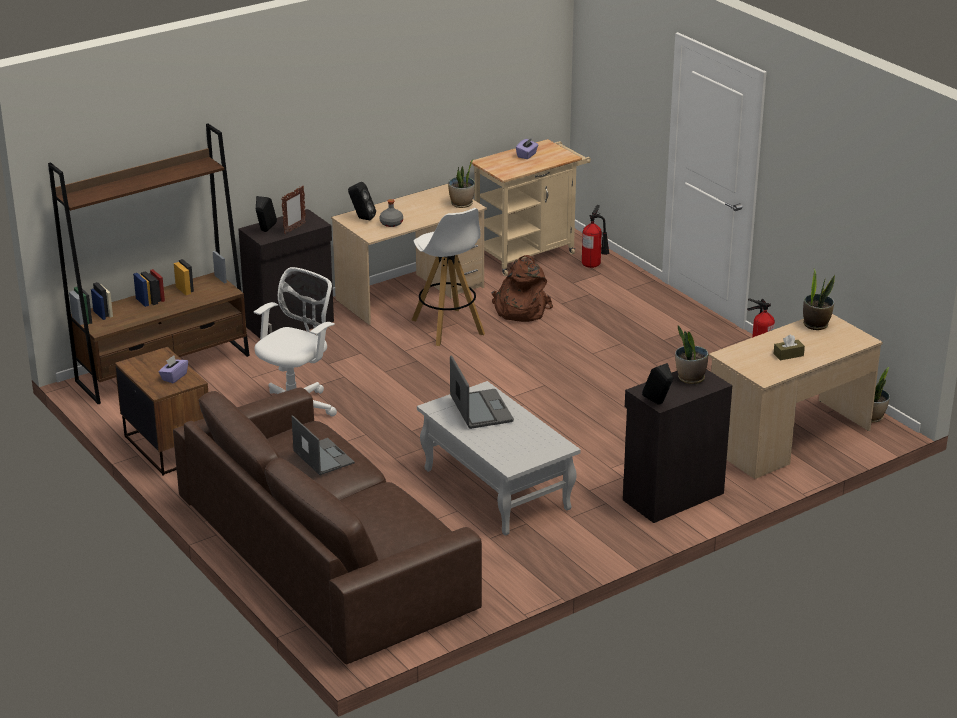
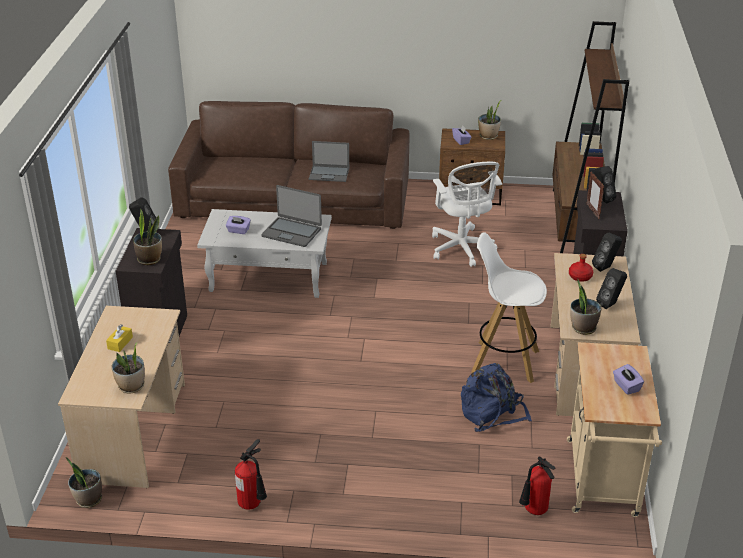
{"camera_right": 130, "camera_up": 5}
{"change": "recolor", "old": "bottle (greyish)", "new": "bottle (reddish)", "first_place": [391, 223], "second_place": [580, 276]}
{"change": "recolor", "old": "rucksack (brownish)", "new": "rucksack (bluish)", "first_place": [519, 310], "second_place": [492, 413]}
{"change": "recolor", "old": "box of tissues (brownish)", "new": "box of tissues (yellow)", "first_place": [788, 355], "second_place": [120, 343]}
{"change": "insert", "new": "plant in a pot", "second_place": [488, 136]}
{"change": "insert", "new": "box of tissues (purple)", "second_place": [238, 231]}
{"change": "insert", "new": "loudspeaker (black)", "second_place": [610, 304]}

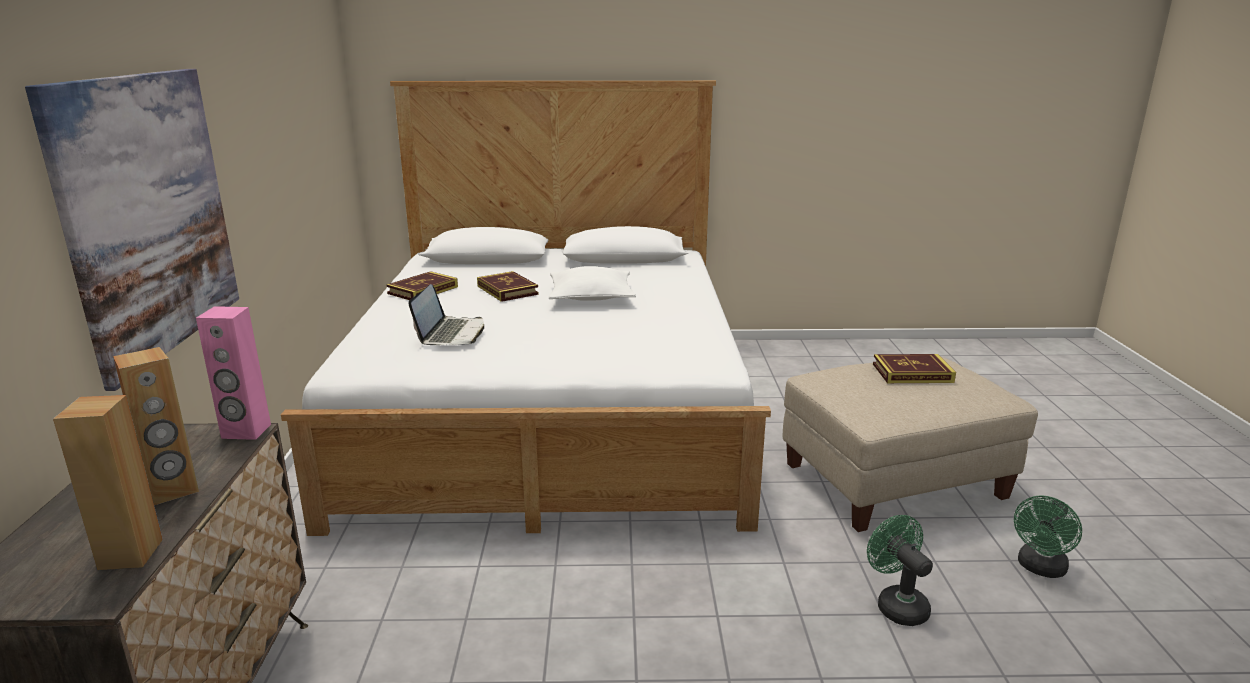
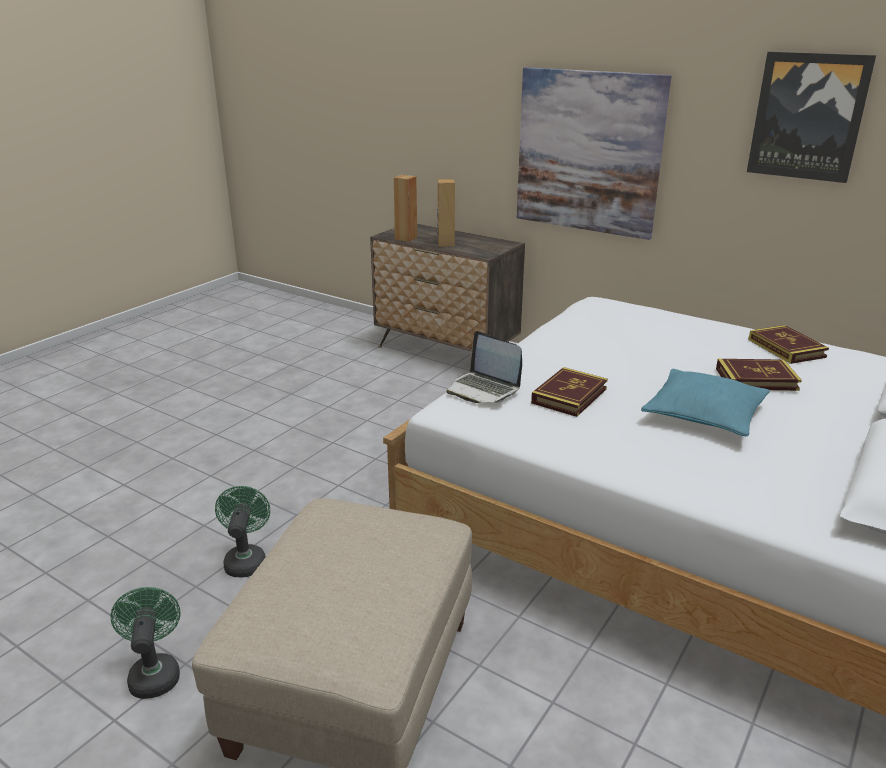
{"camera_right": 125, "camera_up": 5}
{"change": "recolor", "old": "cushion (white)", "new": "cushion (blue-green)", "first_place": [591, 296], "second_place": [704, 414]}
{"change": "move", "old": "portable computer", "first_place": [451, 333], "second_place": [483, 389]}
{"change": "delete", "old": "loudspeaker (pinkish)", "first_place": [246, 431]}
{"change": "move", "old": "bound book", "first_place": [912, 373], "second_place": [569, 396]}
{"change": "rotate", "old": "fan (green-coloured)", "first_place": [896, 604], "second_place": [246, 560], "degrees": -105}
{"change": "insert", "new": "wall art", "second_place": [808, 117]}

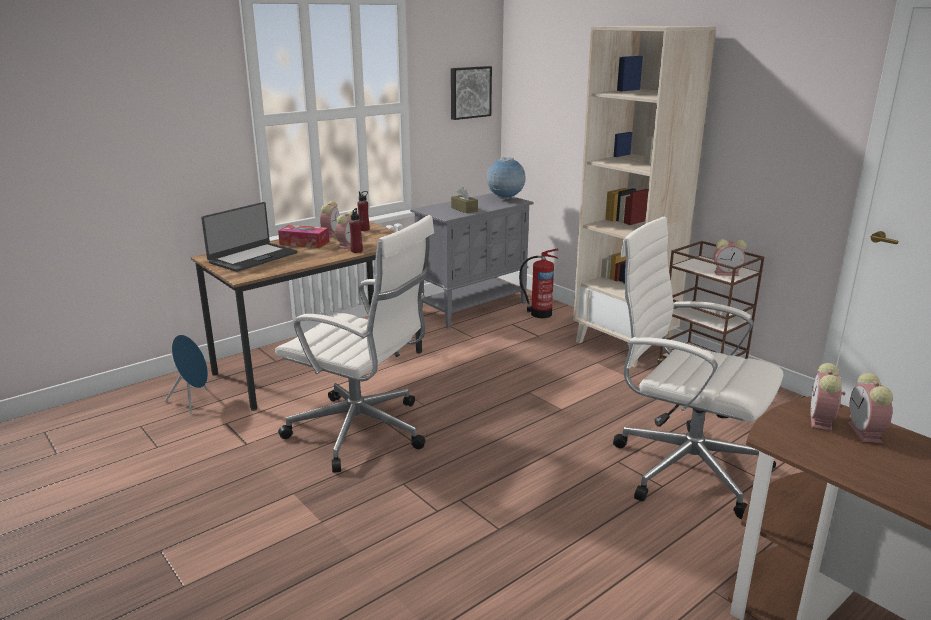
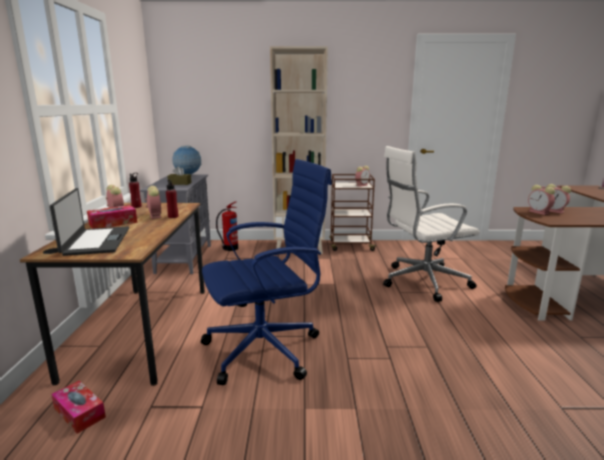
{"camera_right": -50, "camera_up": -5}
{"change": "delete", "old": "wall art", "first_place": [469, 92]}
{"change": "recolor", "old": "office chair (white)", "new": "office chair (bluish)", "first_place": [362, 432], "second_place": [266, 349]}
{"change": "replace", "old": "loudspeaker (bluish)", "new": "box of tissues", "first_place": [193, 401], "second_place": [79, 413]}

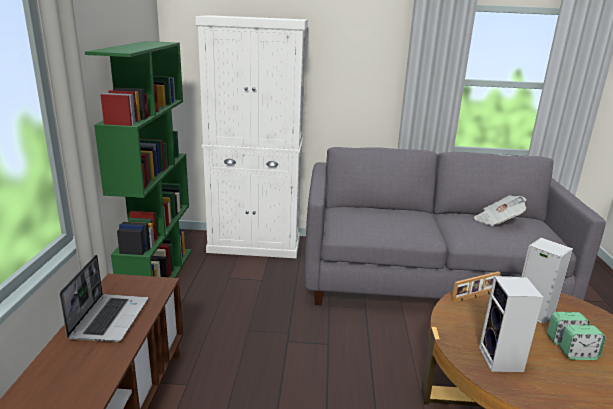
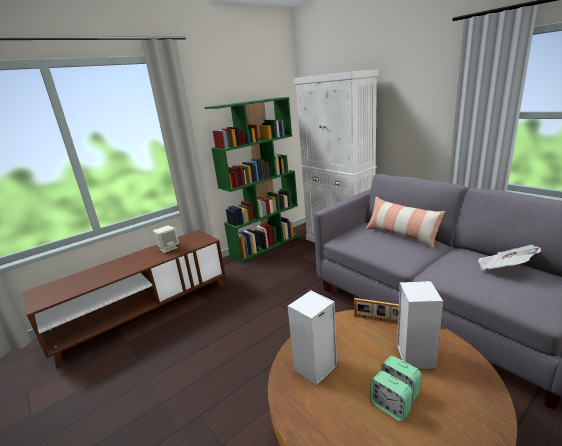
{"camera_right": 50, "camera_up": 0}
{"change": "replace", "old": "portable computer", "new": "loudspeaker (beige)", "first_place": [109, 318], "second_place": [168, 248]}
{"change": "insert", "new": "cushion", "second_place": [401, 235]}

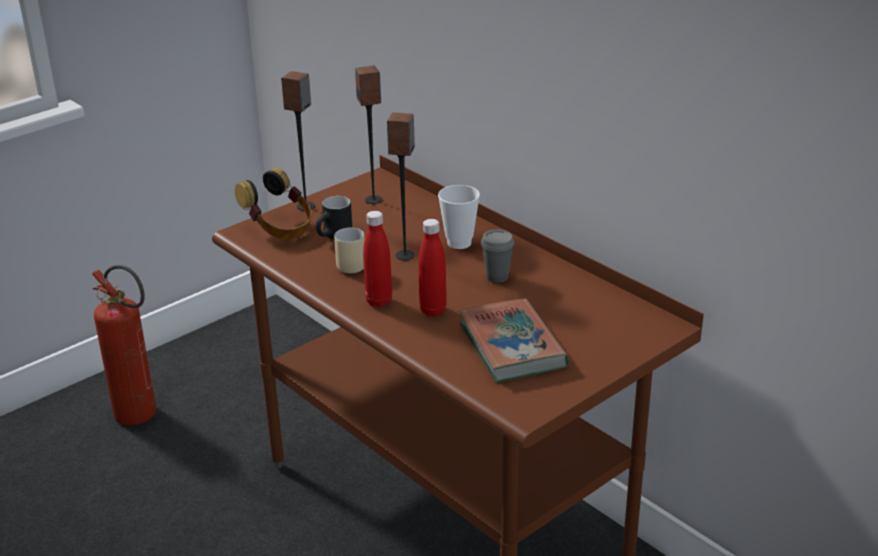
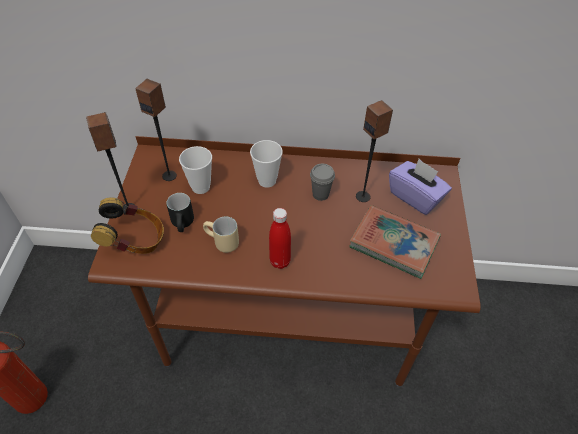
{"camera_right": -45, "camera_up": 20}
{"change": "move", "old": "loudspeaker", "first_place": [405, 255], "second_place": [363, 196]}
{"change": "delete", "old": "bottle (reddish)", "first_place": [433, 310]}
{"change": "insert", "new": "small cup", "second_place": [200, 187]}
{"change": "insert", "new": "box of tissues (purple)", "second_place": [415, 197]}

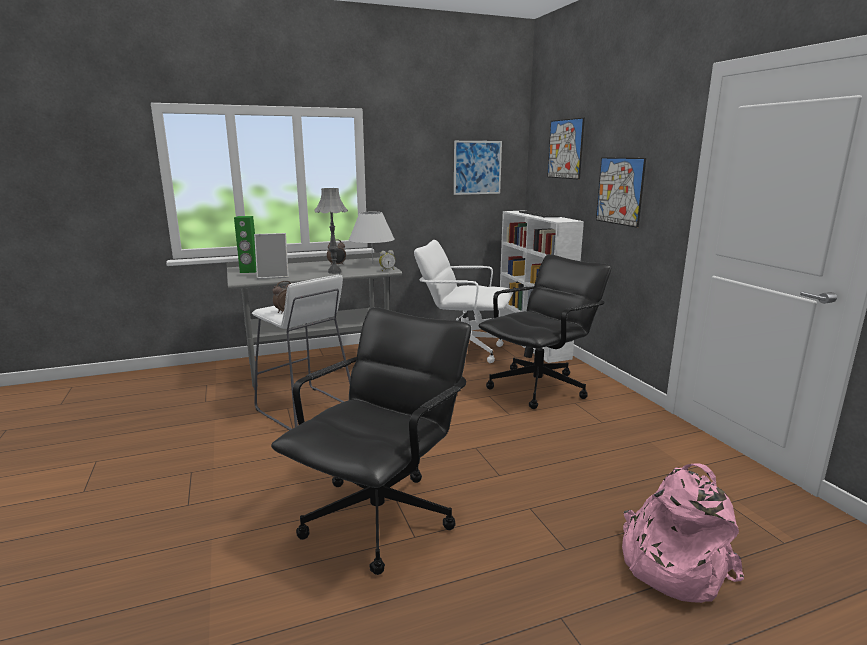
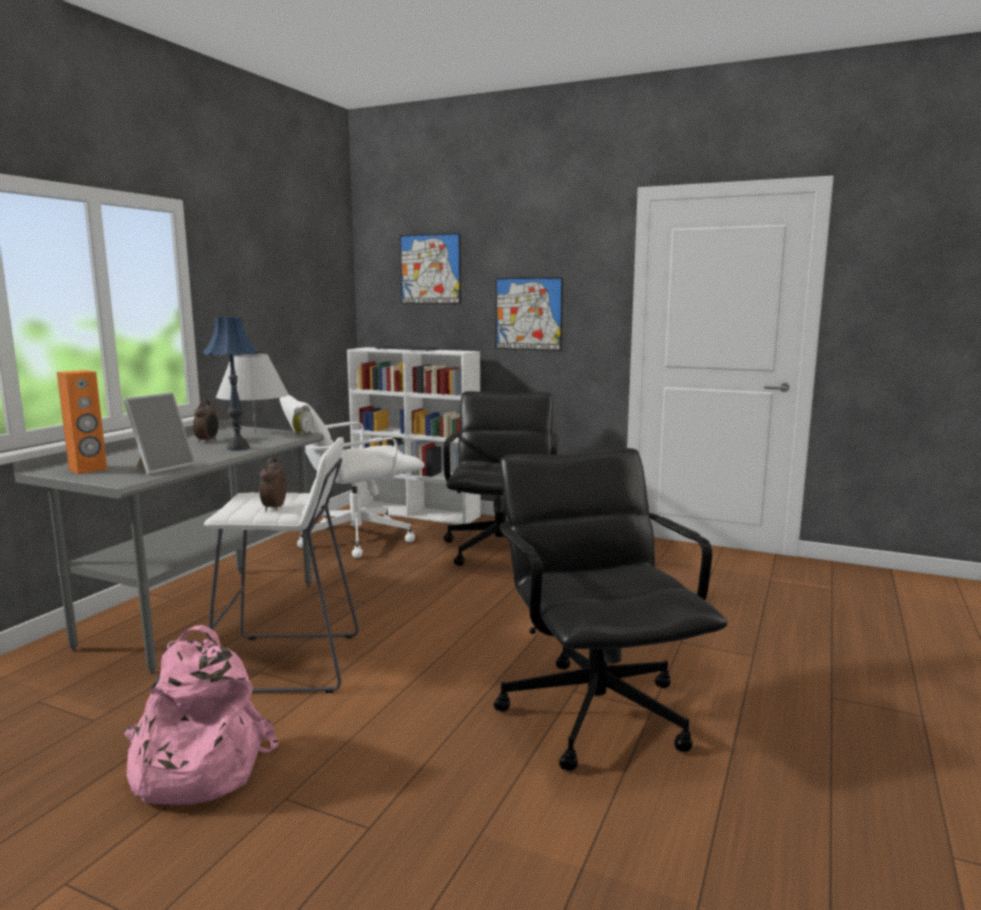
{"camera_right": -45, "camera_up": -5}
{"change": "delete", "old": "wall art", "first_place": [477, 167]}
{"change": "recolor", "old": "table lamp (greyish)", "new": "table lamp (bluish)", "first_place": [334, 272], "second_place": [238, 448]}
{"change": "recolor", "old": "loudspeaker (green-coloured)", "new": "loudspeaker (orange-coloured)", "first_place": [249, 271], "second_place": [88, 469]}
{"change": "move", "old": "rucksack (pinkish)", "first_place": [671, 563], "second_place": [195, 767]}

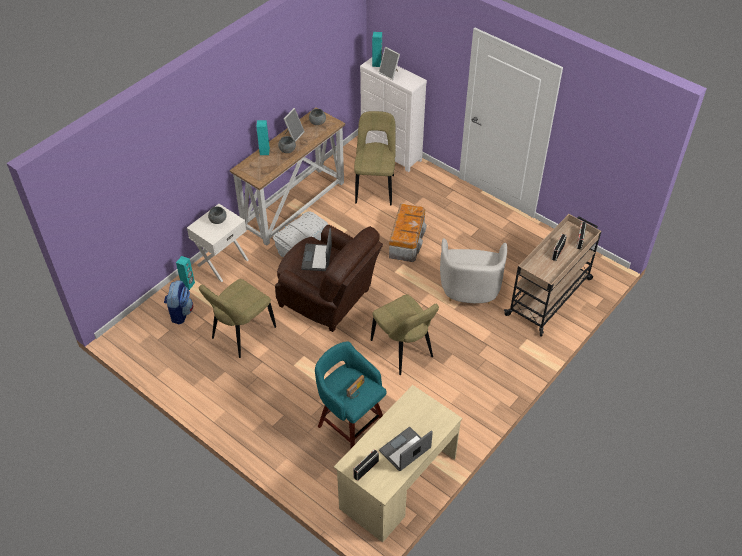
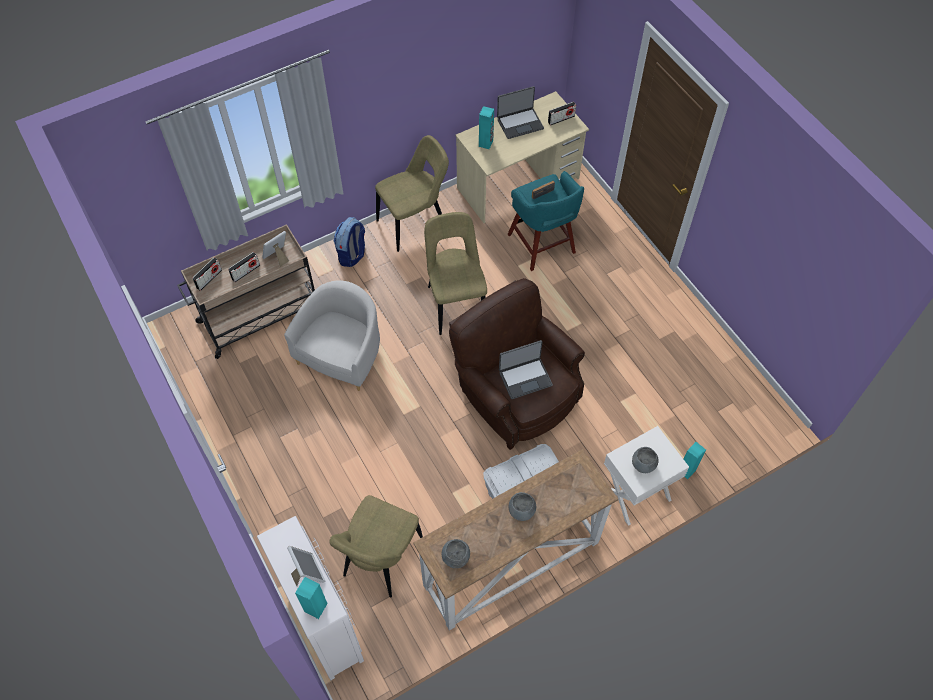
{"camera_right": -160, "camera_up": 10}
{"change": "move", "old": "photo frame", "first_place": [293, 135], "second_place": [278, 257]}
{"change": "move", "old": "loudspeaker (blue-green)", "first_place": [264, 151], "second_place": [486, 143]}
{"change": "delete", "old": "storage box", "first_place": [407, 241]}
{"change": "rotate", "old": "portable computer", "first_place": [317, 258], "second_place": [525, 378], "degrees": 45}
{"change": "move", "old": "plain chair (beige)", "first_place": [241, 334], "second_place": [415, 224]}
{"change": "move", "old": "rucksack", "first_place": [180, 312], "second_place": [352, 255]}

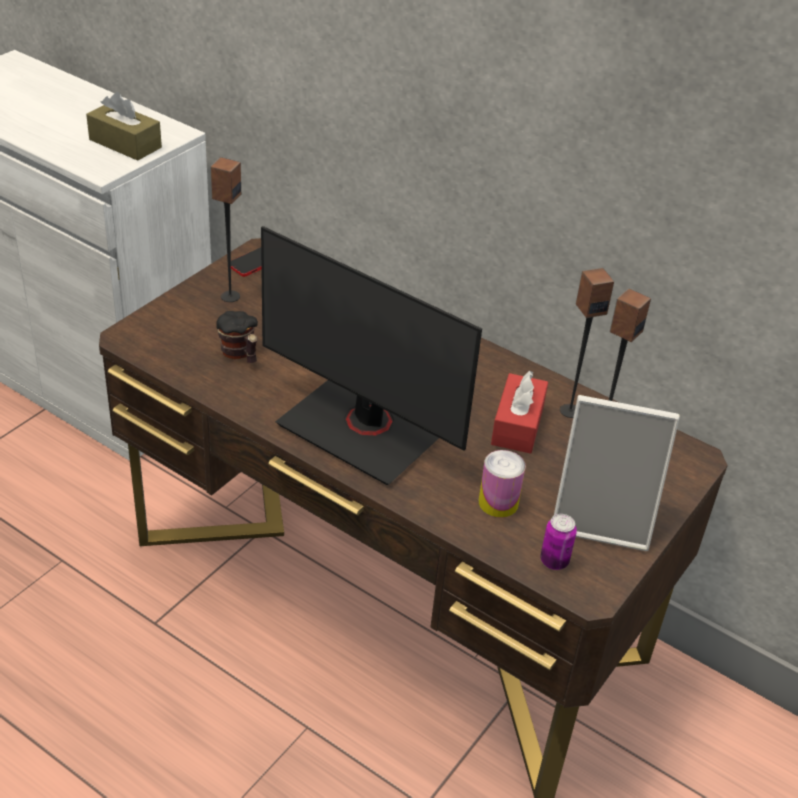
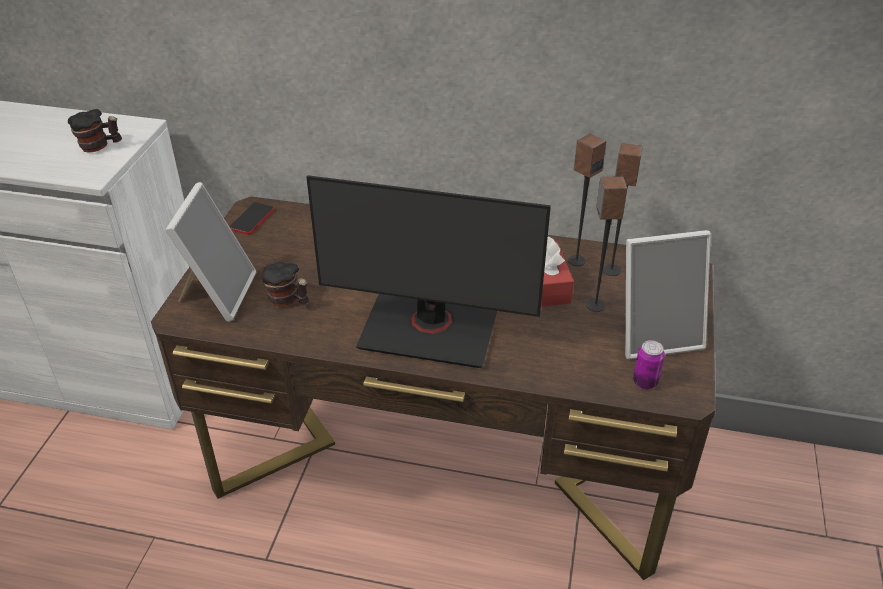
{"camera_right": -20, "camera_up": 0}
{"change": "replace", "old": "box of tissues (brownish)", "new": "mug", "first_place": [125, 143], "second_place": [99, 147]}
{"change": "move", "old": "loudspeaker", "first_place": [229, 296], "second_place": [595, 305]}
{"change": "delete", "old": "sealed can", "first_place": [498, 503]}
{"change": "insert", "new": "photo frame", "second_place": [218, 294]}

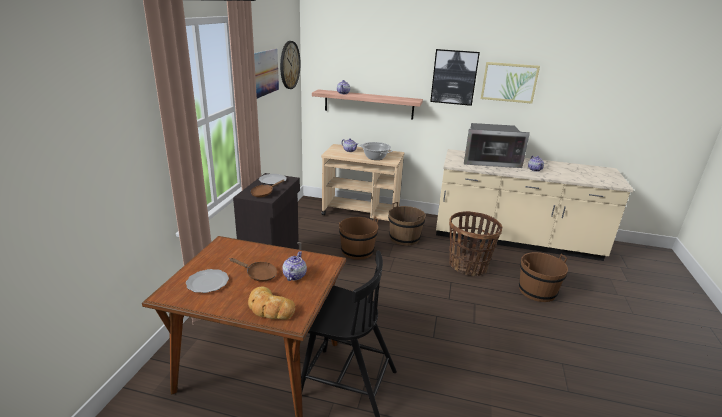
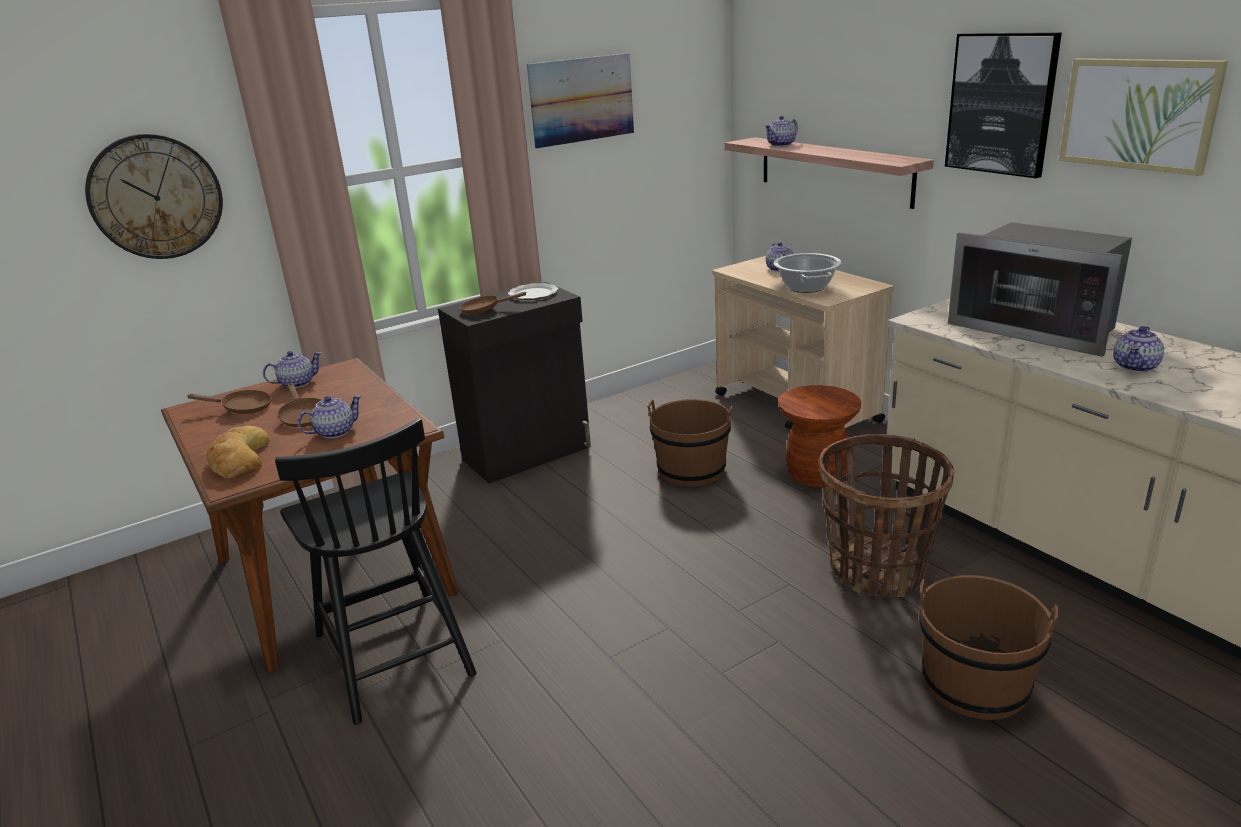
{"camera_right": 45, "camera_up": 0}
{"change": "move", "old": "clock on the wall", "first_place": [289, 65], "second_place": [156, 197]}
{"change": "replace", "old": "bucket (brownish)", "new": "stool seat (brownish)", "first_place": [404, 238], "second_place": [816, 475]}
{"change": "replace", "old": "dinner plate", "new": "skillet (brownish)", "first_place": [207, 283], "second_place": [242, 409]}
{"change": "insert", "new": "teapot", "second_place": [297, 383]}

